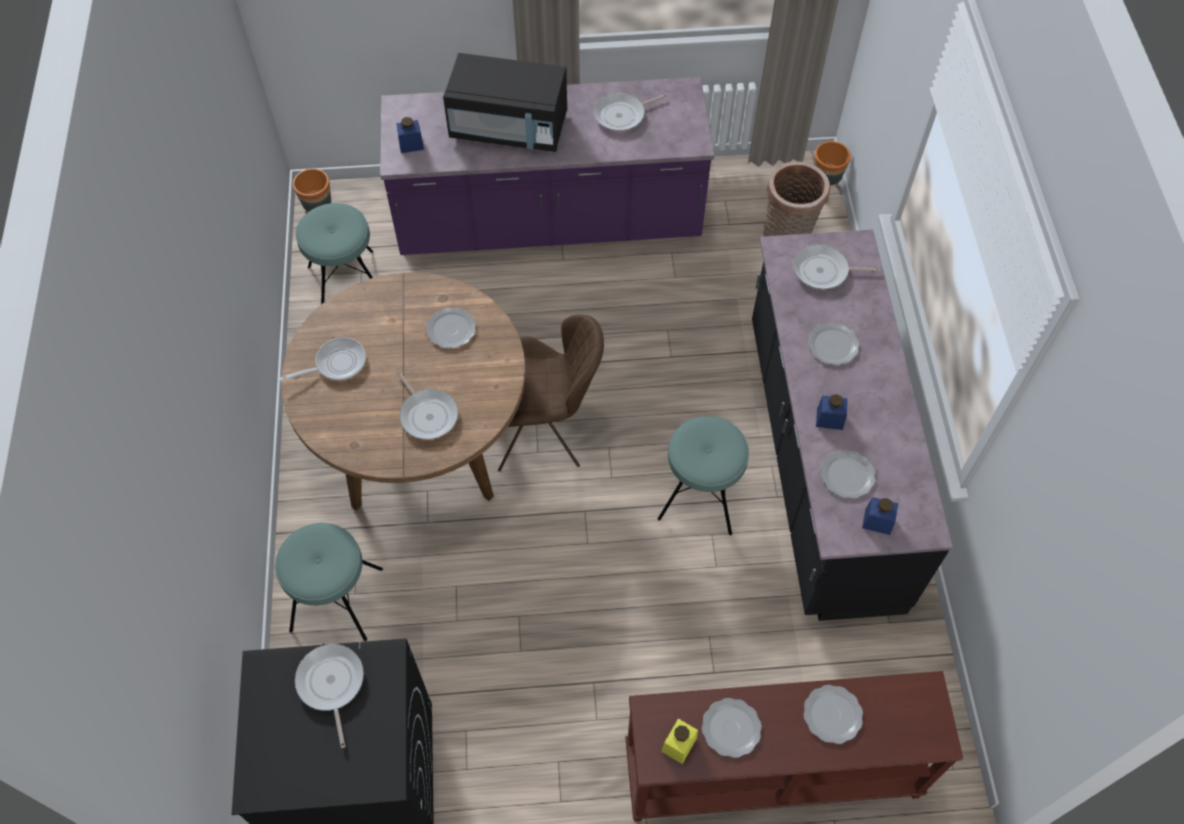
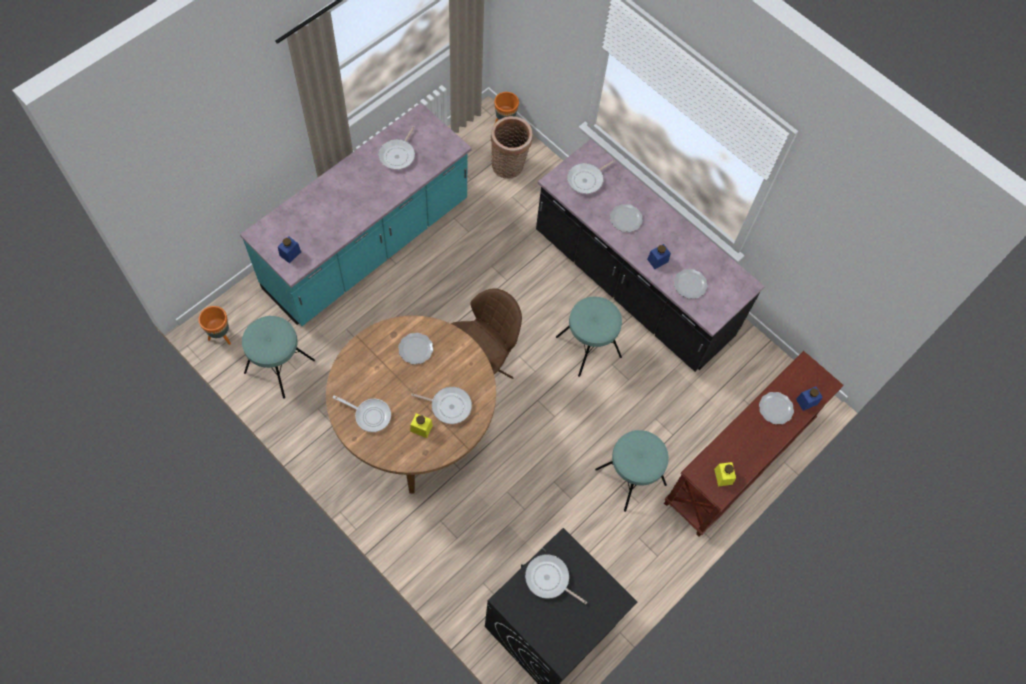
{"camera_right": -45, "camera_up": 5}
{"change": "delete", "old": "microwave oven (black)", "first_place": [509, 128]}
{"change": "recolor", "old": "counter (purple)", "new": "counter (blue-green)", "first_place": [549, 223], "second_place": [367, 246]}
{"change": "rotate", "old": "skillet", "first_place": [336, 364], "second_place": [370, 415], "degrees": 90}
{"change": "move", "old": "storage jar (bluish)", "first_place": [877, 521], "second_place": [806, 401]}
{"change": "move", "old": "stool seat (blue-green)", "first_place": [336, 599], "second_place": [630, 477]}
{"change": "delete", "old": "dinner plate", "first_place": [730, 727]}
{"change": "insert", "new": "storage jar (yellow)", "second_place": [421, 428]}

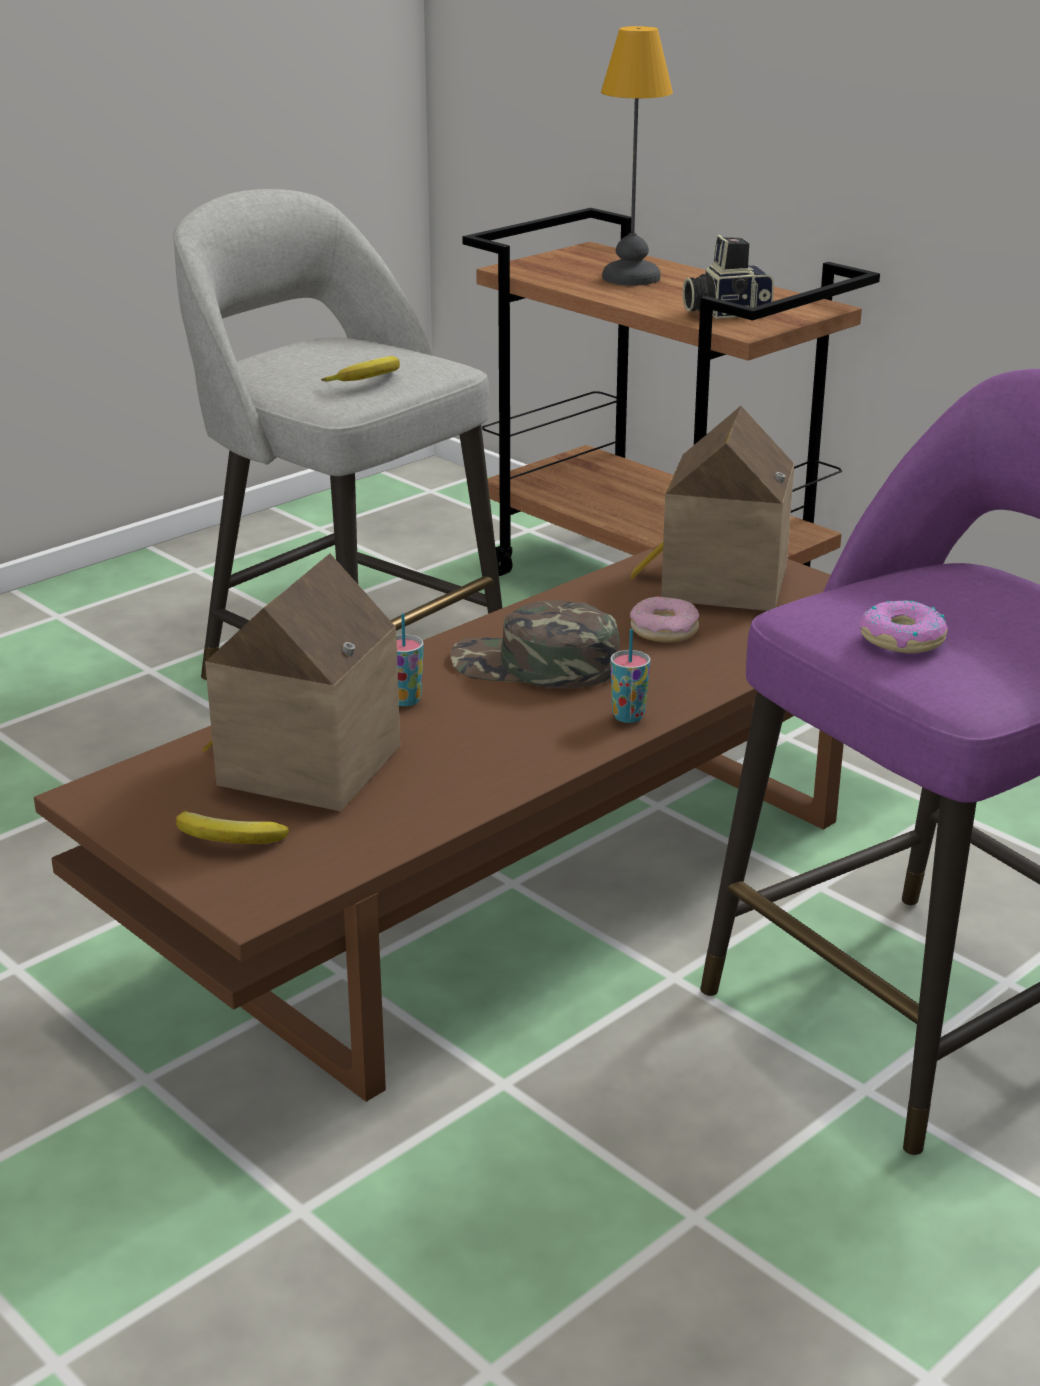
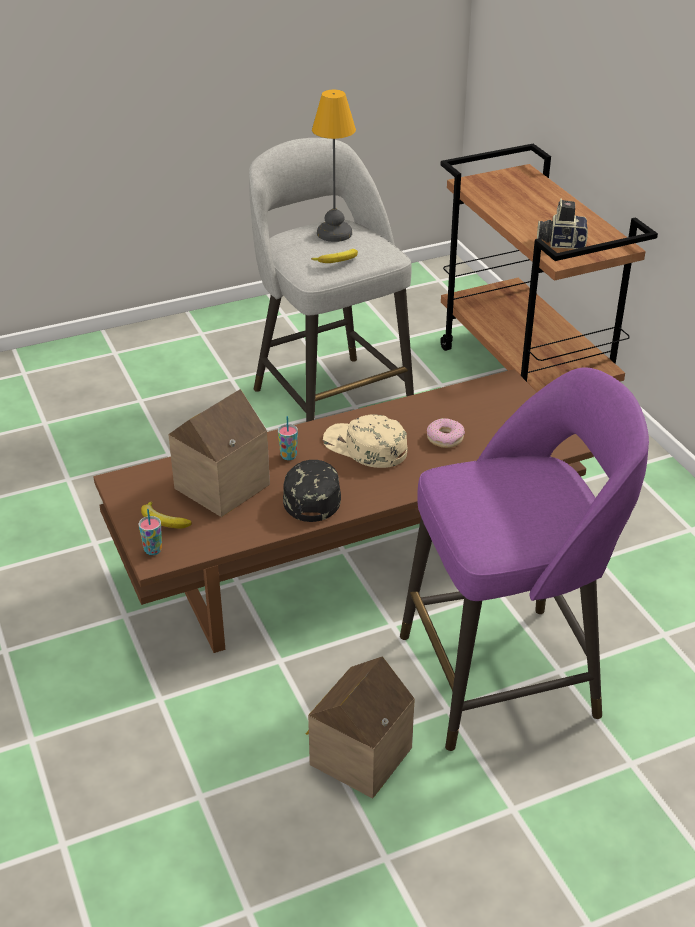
{"camera_right": 20, "camera_up": 10}
{"change": "move", "old": "table lamp", "first_place": [632, 278], "second_place": [334, 234]}
{"change": "move", "old": "toy house", "first_place": [717, 583], "second_place": [356, 754]}
{"change": "delete", "old": "doughnut", "first_place": [901, 639]}
{"change": "recolor", "old": "cap (green-coloured)", "new": "cap (beige)", "first_place": [535, 665], "second_place": [364, 447]}
{"change": "move", "old": "small cup", "first_place": [628, 716], "second_place": [153, 550]}
{"change": "insert", "new": "cap (black)", "second_place": [311, 493]}

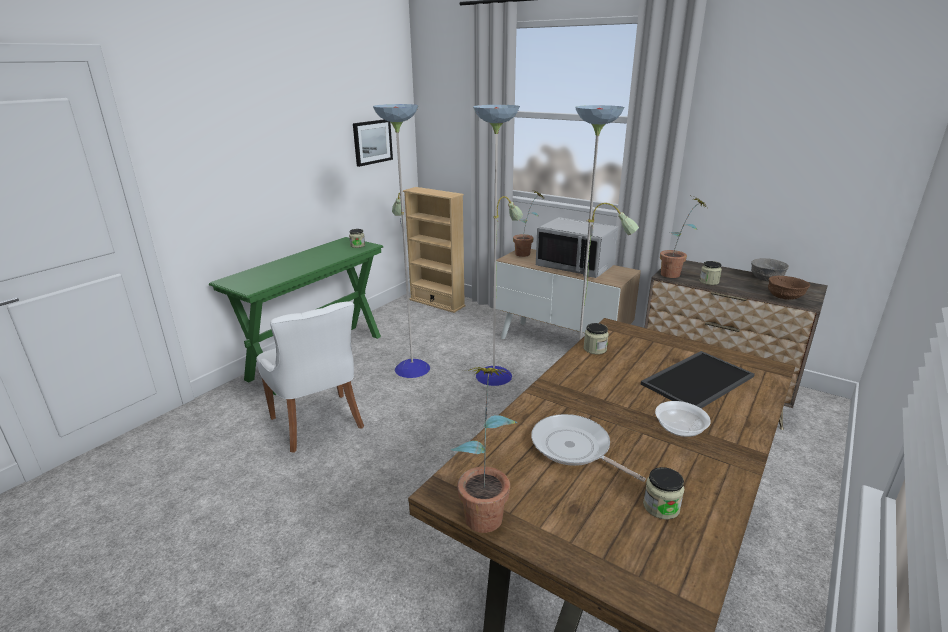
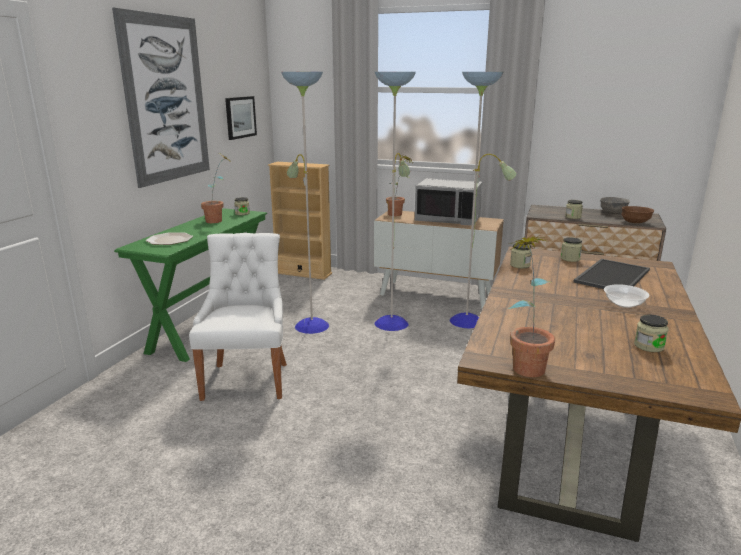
{"camera_right": -15, "camera_up": -5}
{"change": "move", "old": "plant in a pot", "first_place": [676, 274], "second_place": [219, 220]}
{"change": "rotate", "old": "plain chair (white)", "first_place": [318, 424], "second_place": [247, 379], "degrees": -135}
{"change": "delete", "old": "skillet", "first_place": [574, 448]}
{"change": "insert", "new": "wall art", "second_place": [166, 99]}
{"change": "insert", "new": "dinner plate", "second_place": [170, 240]}
{"change": "insert", "new": "storage jar", "second_place": [570, 259]}

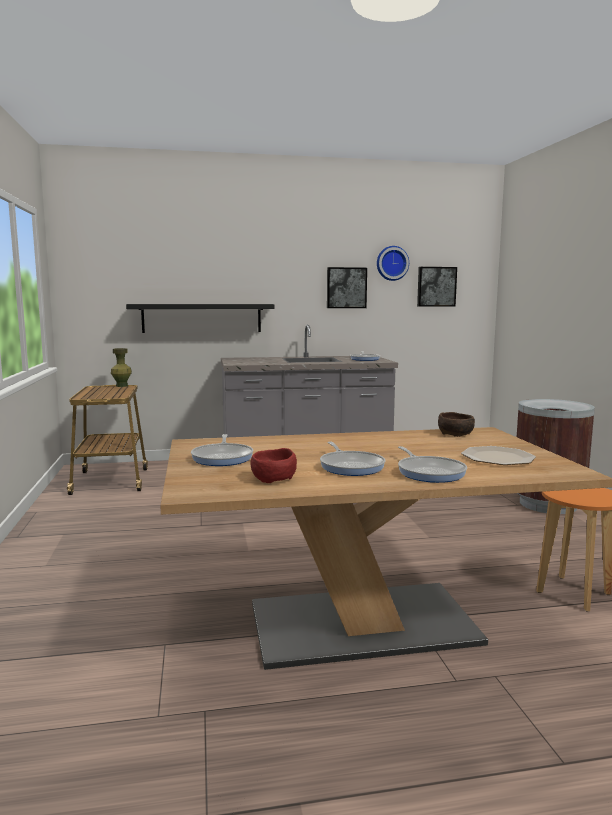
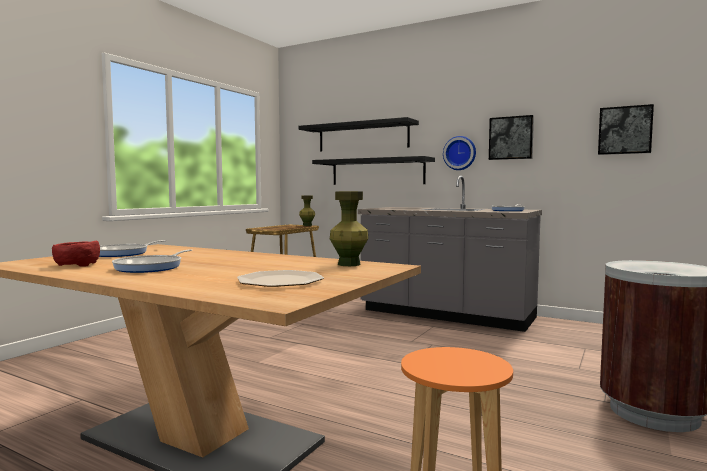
{"camera_right": 40, "camera_up": -5}
{"change": "move", "old": "clock on the wall", "first_place": [392, 263], "second_place": [460, 153]}
{"change": "replace", "old": "bowl (brownish)", "new": "decorative vase (green-coloured)", "first_place": [456, 434], "second_place": [349, 264]}
{"change": "delete", "old": "skillet", "first_place": [429, 472]}
{"change": "insert", "new": "wall shelf (black)", "second_place": [362, 137]}

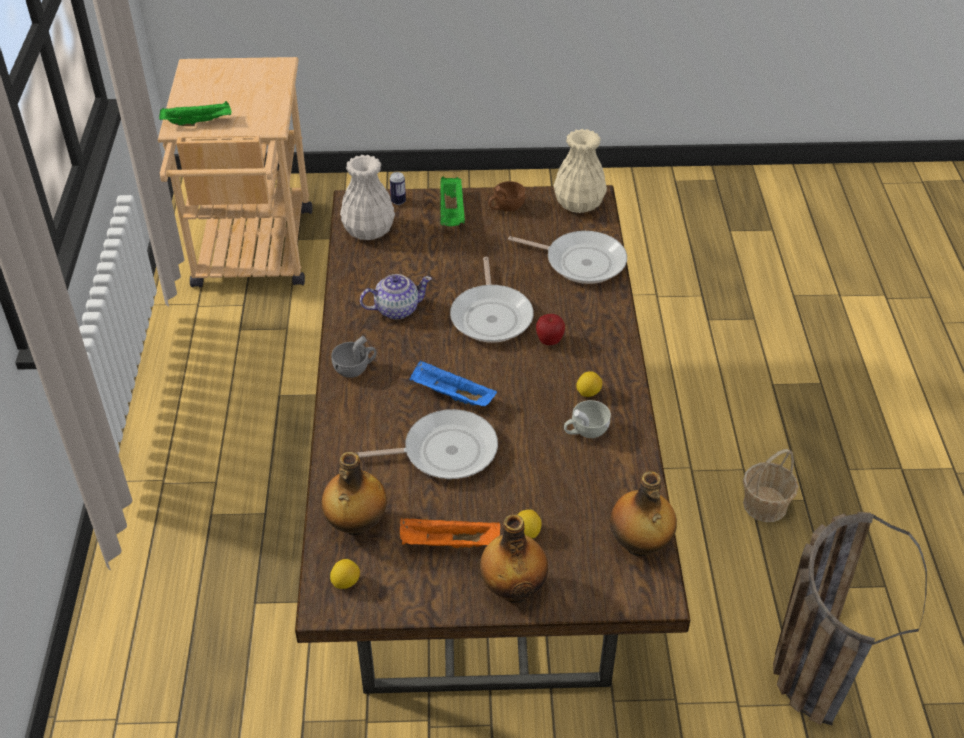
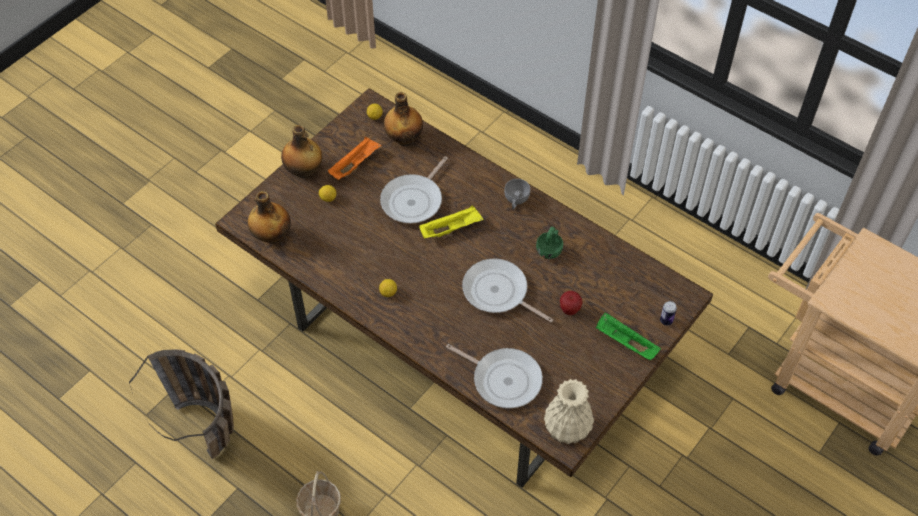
{"camera_right": 130, "camera_up": 10}
{"change": "delete", "old": "serving tray (green-coloured)", "first_place": [198, 122]}
{"change": "delete", "old": "decorative vase (white)", "first_place": [369, 230]}
{"change": "delete", "old": "small cup (brownish)", "first_place": [506, 207]}
{"change": "rotate", "old": "skillet", "first_place": [581, 261], "second_place": [503, 379], "degrees": -120}
{"change": "replace", "old": "teapot", "new": "small cup (green-coloured)", "first_place": [396, 309], "second_place": [550, 249]}
{"change": "move", "old": "apple fruit", "first_place": [549, 341], "second_place": [569, 310]}
{"change": "recolor", "old": "serving tray (bluish)", "new": "serving tray (yellow)", "first_place": [451, 395], "second_place": [451, 229]}
{"change": "delete", "old": "small cup (white)", "first_place": [585, 431]}

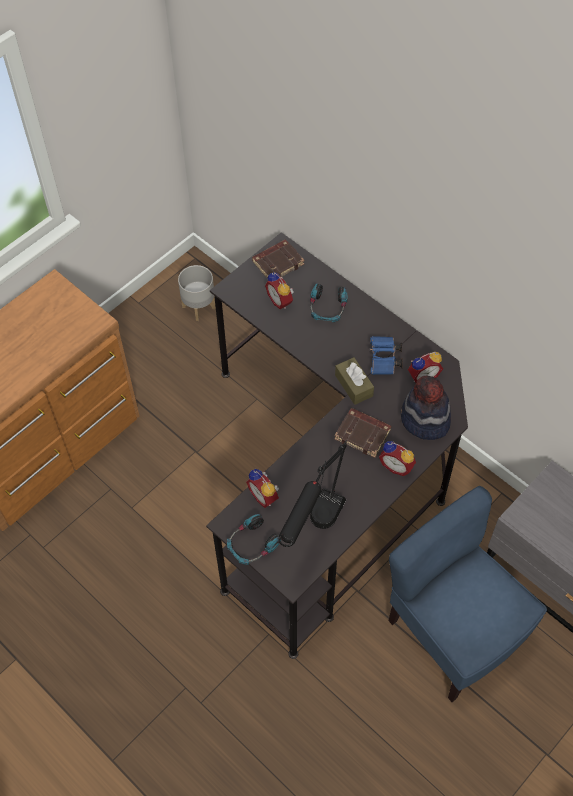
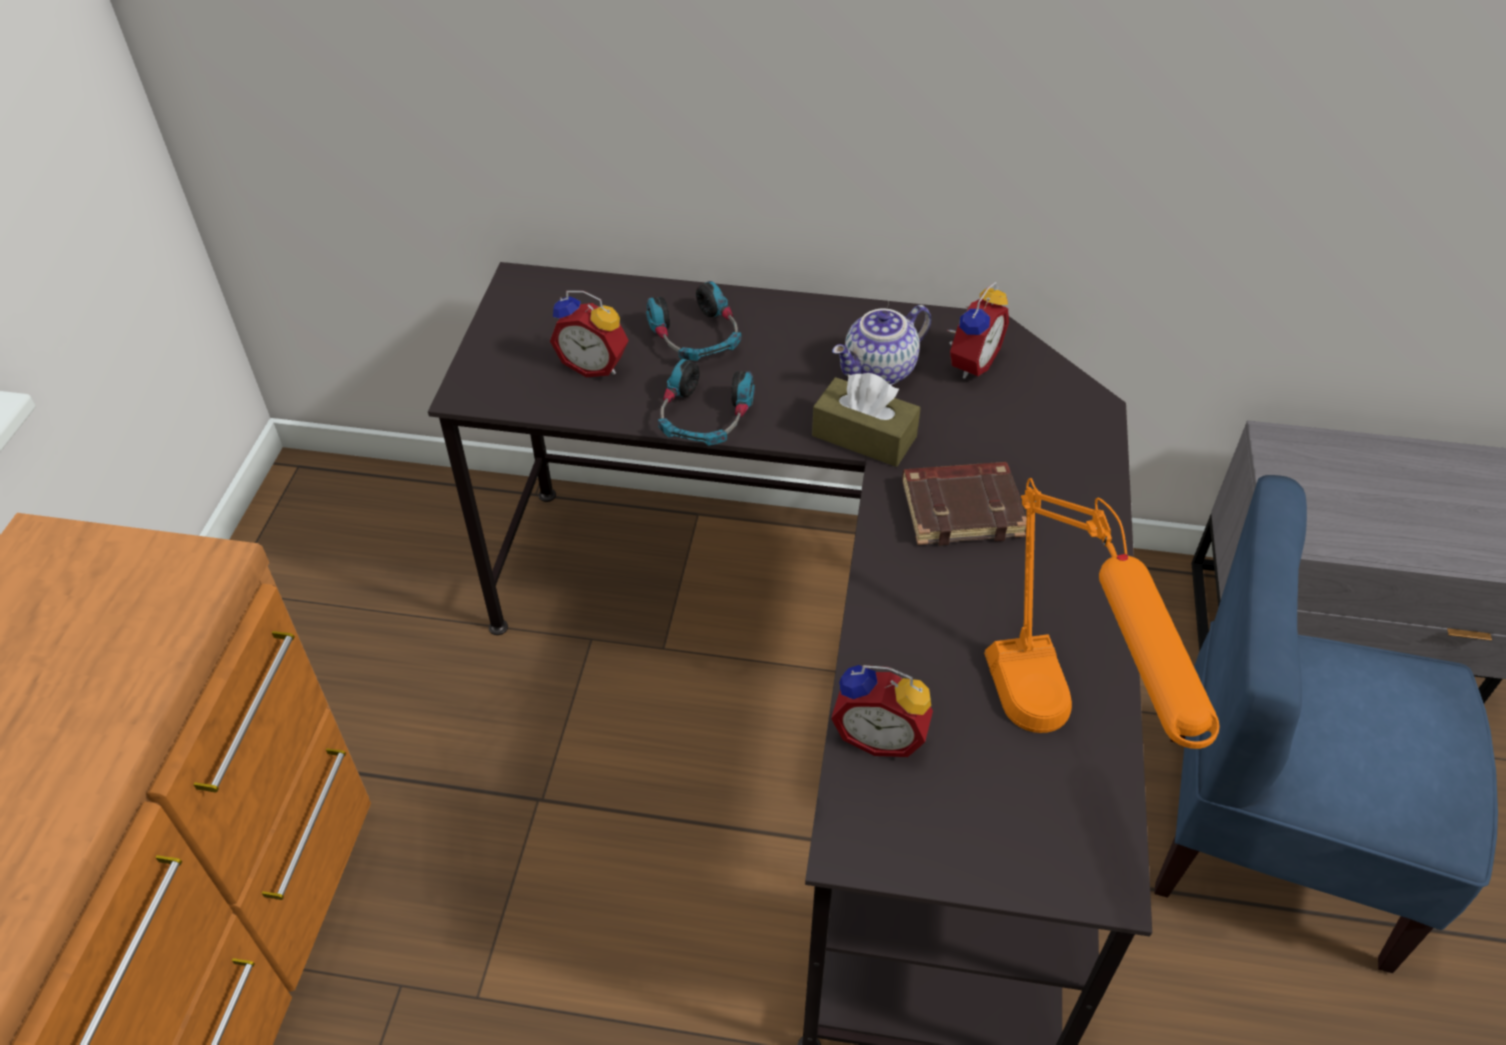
{"camera_right": -35, "camera_up": -10}
{"change": "delete", "old": "bound book (brownish)", "first_place": [278, 262]}
{"change": "delete", "old": "planter (greyish)", "first_place": [198, 307]}
{"change": "replace", "old": "field glasses (bluish)", "new": "teapot", "first_place": [384, 361], "second_place": [880, 371]}
{"change": "delete", "old": "hat", "first_place": [424, 420]}
{"change": "recolor", "old": "table lamp (black)", "new": "table lamp (orange-coloured)", "first_place": [315, 533], "second_place": [1052, 747]}
{"change": "delete", "old": "bedside clock", "first_place": [397, 465]}
{"change": "move", "old": "headset", "first_place": [252, 544], "second_place": [704, 417]}

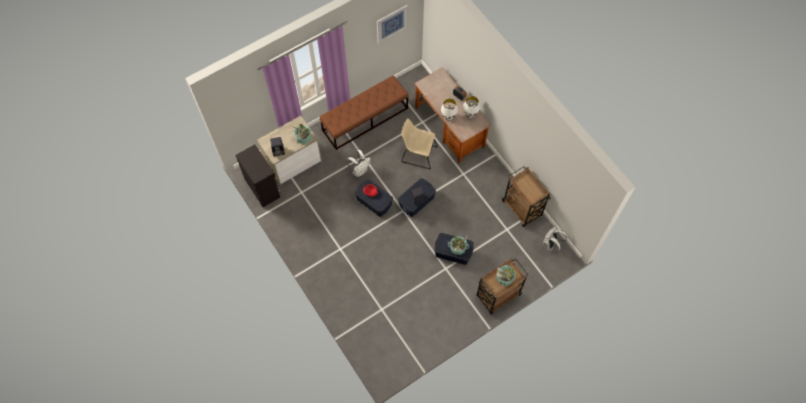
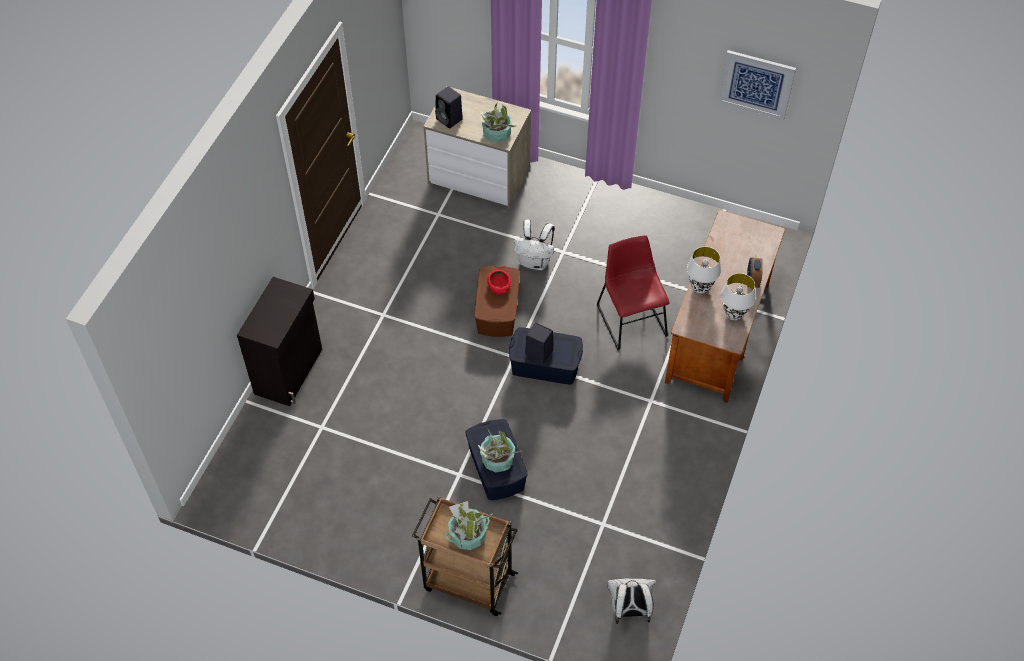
{"camera_right": 55, "camera_up": -10}
{"change": "delete", "old": "bench (brownish)", "first_place": [365, 119]}
{"change": "recolor", "old": "plain chair (beige)", "new": "plain chair (reddish)", "first_place": [417, 154], "second_place": [630, 318]}
{"change": "move", "old": "cabinet (black)", "first_place": [263, 187], "second_place": [290, 371]}
{"change": "delete", "old": "trolley (brownish)", "first_place": [522, 209]}
{"change": "recolor", "old": "storage box (bluish)", "new": "storage box (brownish)", "first_place": [374, 202], "second_place": [497, 311]}

